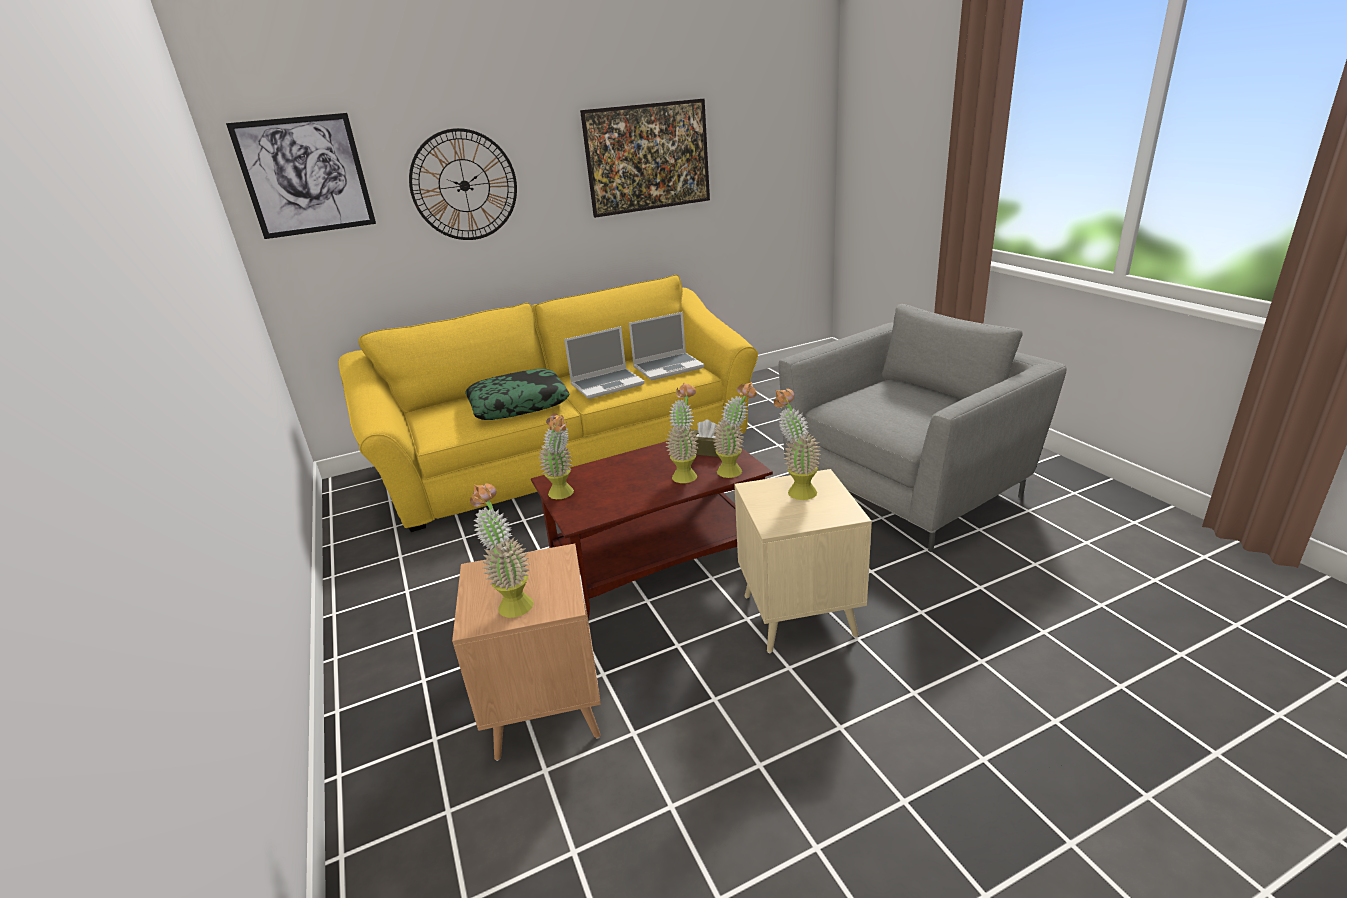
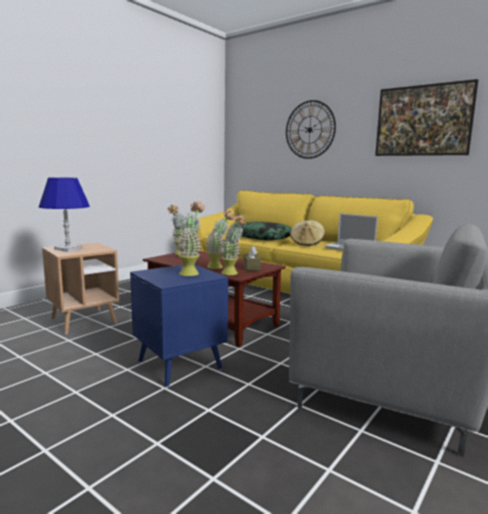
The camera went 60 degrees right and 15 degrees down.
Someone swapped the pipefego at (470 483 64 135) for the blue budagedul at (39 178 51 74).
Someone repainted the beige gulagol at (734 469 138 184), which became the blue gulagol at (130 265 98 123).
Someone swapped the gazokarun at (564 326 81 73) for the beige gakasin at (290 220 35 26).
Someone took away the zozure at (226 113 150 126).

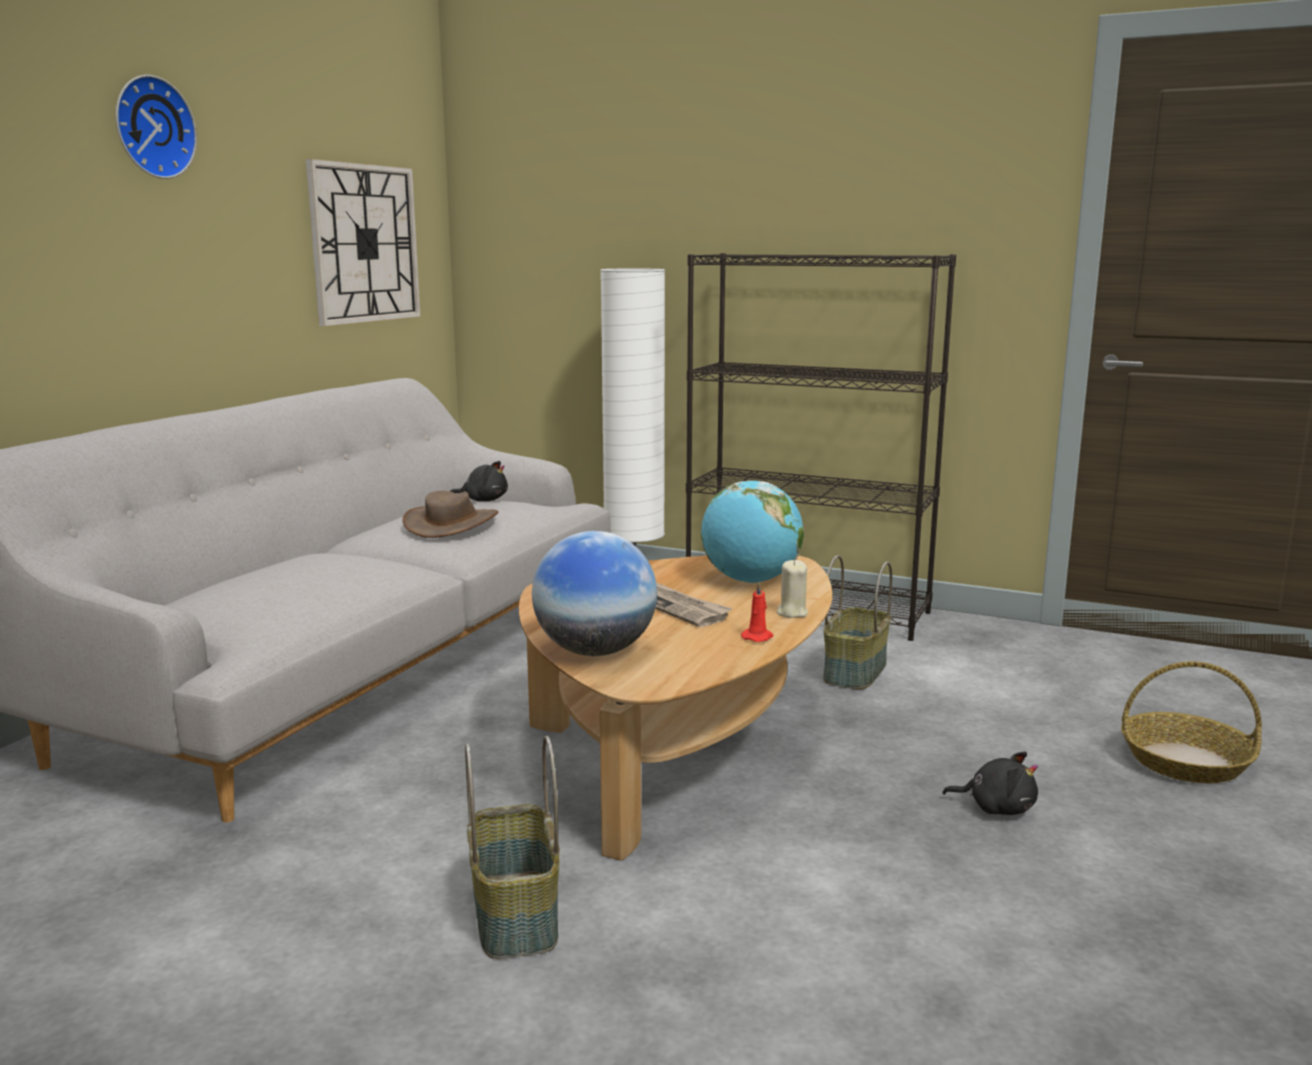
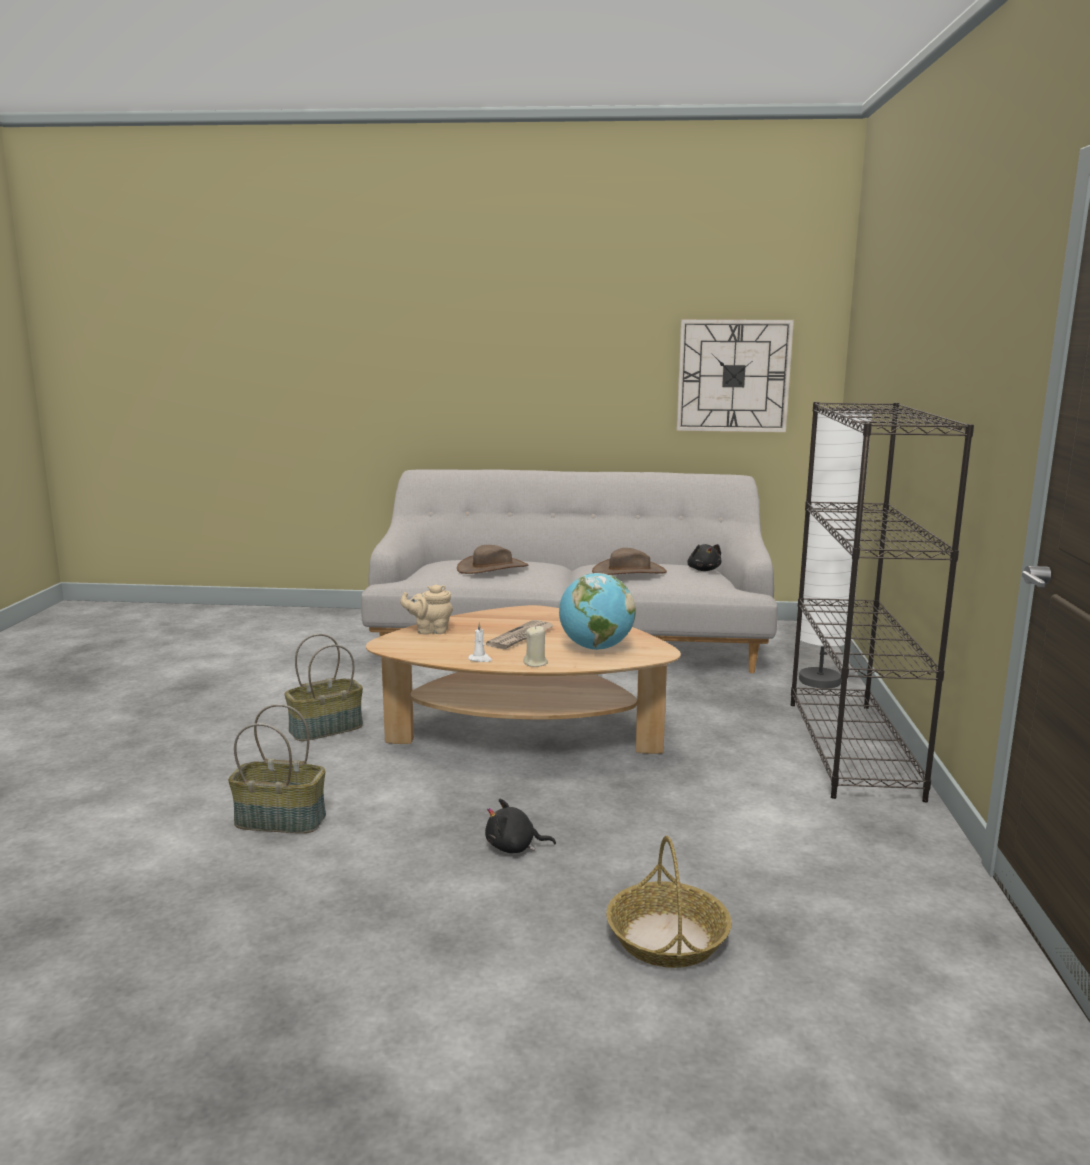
The camera went 70 degrees right and 0 degrees up.
Someone carried the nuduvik from (823 555 69 135) to (228 704 98 129).
Someone swapped the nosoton at (532 531 125 125) for the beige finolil at (400 585 53 50).
Someone put down the brown gakasin at (457 545 71 29).
Someone repainted the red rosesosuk at (741 582 33 60), which became the white rosesosuk at (468 622 24 40).
Someone rotated the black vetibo at (942 751 96 64) by 90 degrees clockwise.
Someone took away the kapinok at (116 75 81 104).

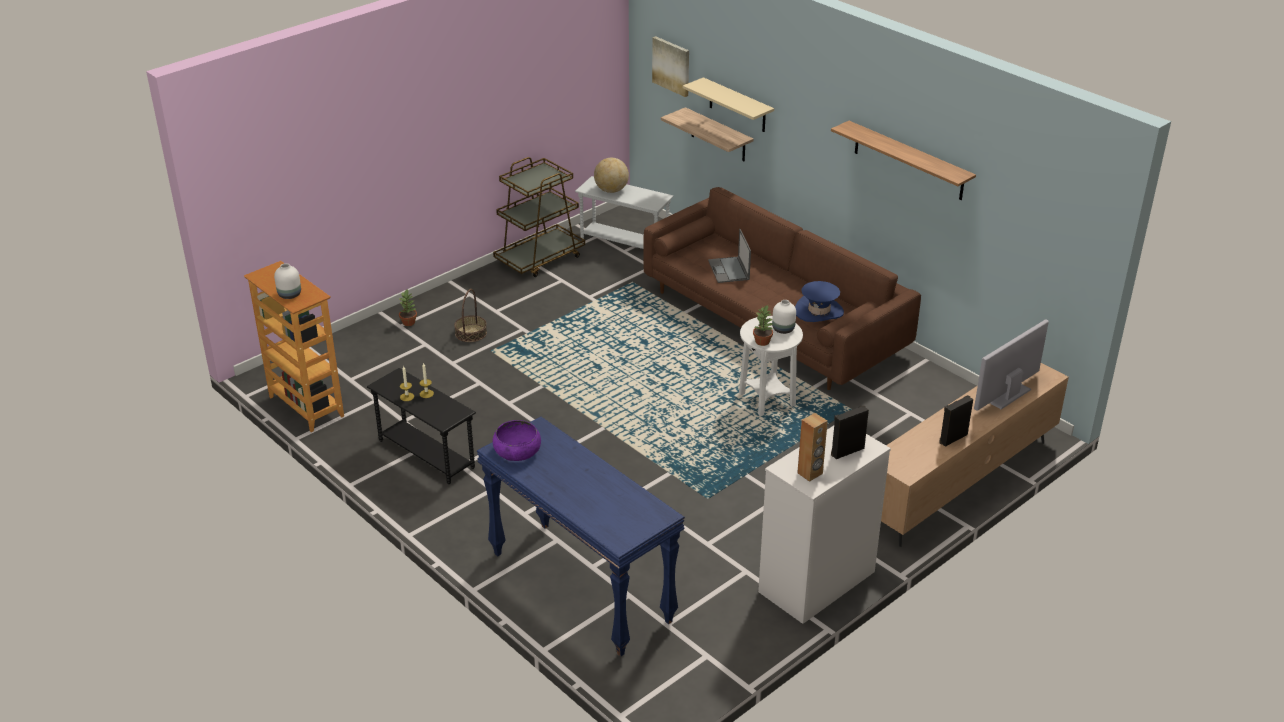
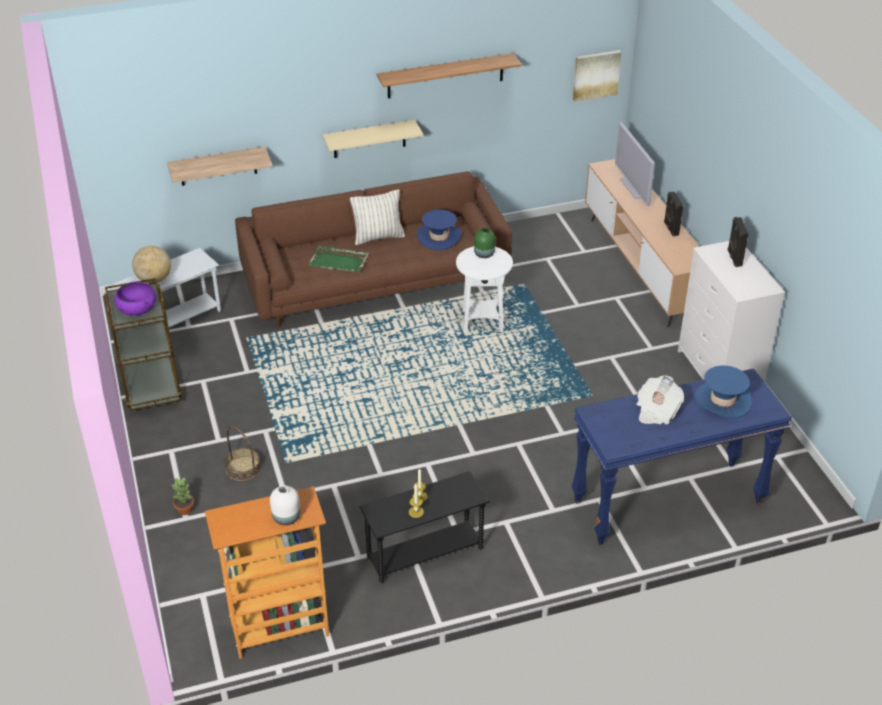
The camera went 65 degrees left and 5 degrees up.
Someone carried the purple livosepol from (492 420 49 41) to (115 282 41 34).
Someone swapped the gazokarun at (708 229 43 54) for the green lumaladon at (308 246 61 26).
Someone carried the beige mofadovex from (683 77 91 55) to (322 120 101 38).
Someone put down the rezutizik at (350 189 55 56).
Someone repainted the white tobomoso at (772 300 24 34), which became the green tobomoso at (474 228 21 30).
Someone carried the zozure from (652 36 37 61) to (573 50 49 52).
Someone put down the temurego at (636 375 48 49).
Someone put down the blue gakasin at (695 365 57 53).
Someone took away the pipefego at (753 305 20 41).
Someone took away the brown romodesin at (797 413 31 69).

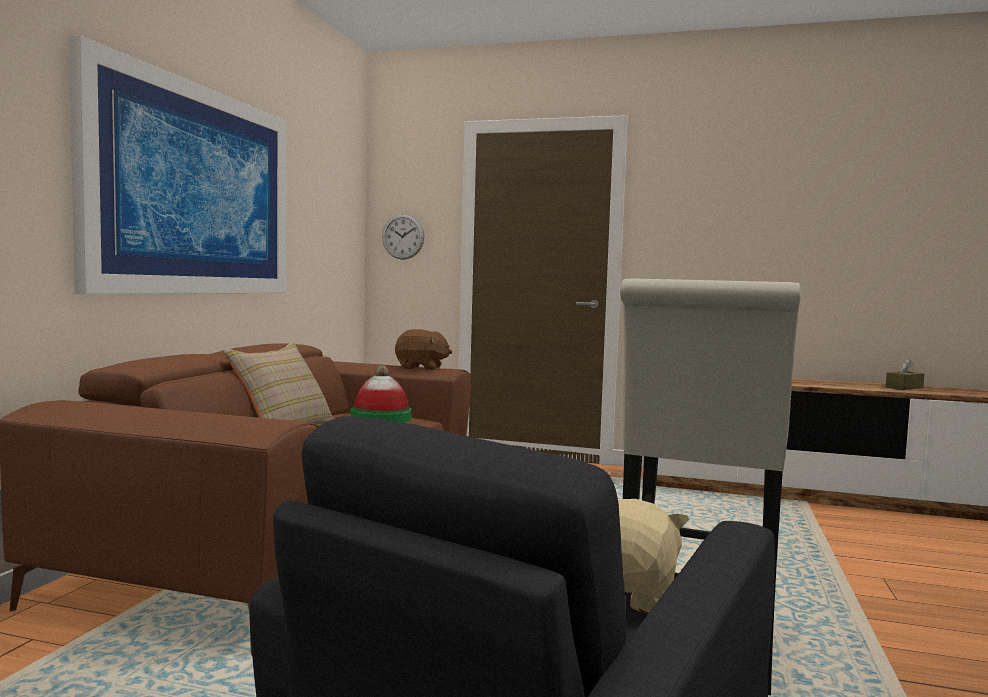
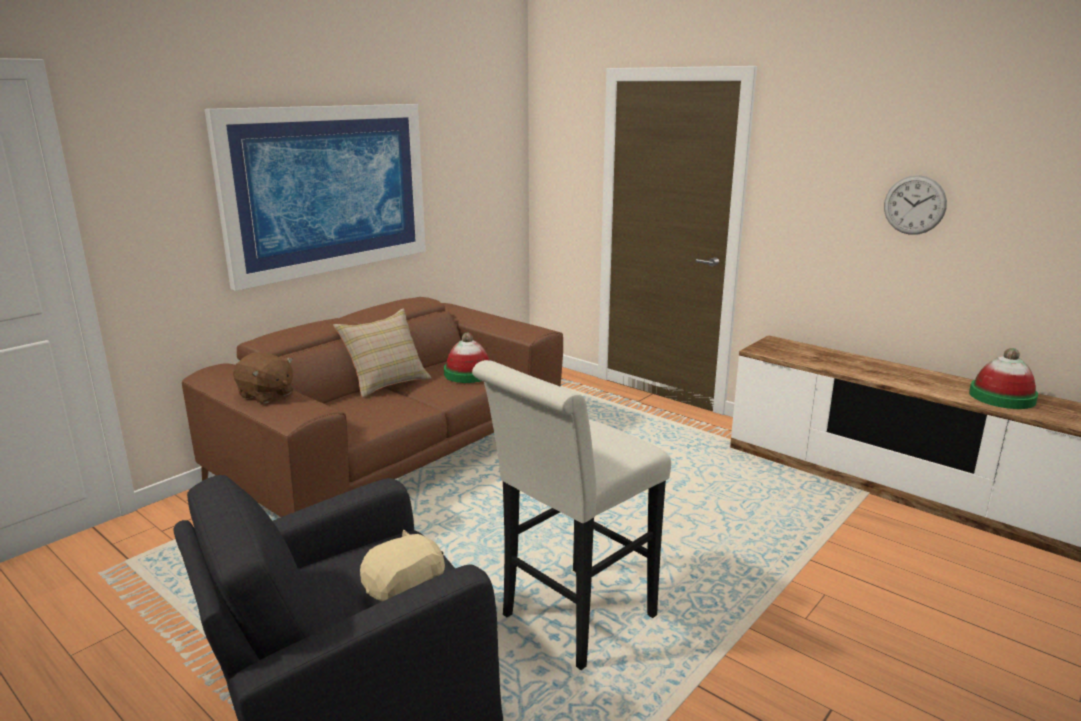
The camera went 25 degrees right and 15 degrees up.
Someone carried the brown vetibo from (395 329 57 41) to (233 352 60 52).
Someone carried the kapinok from (382 214 42 46) to (884 175 63 60).
Someone swapped the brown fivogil at (886 358 39 32) for the gakasin at (969 348 69 61).

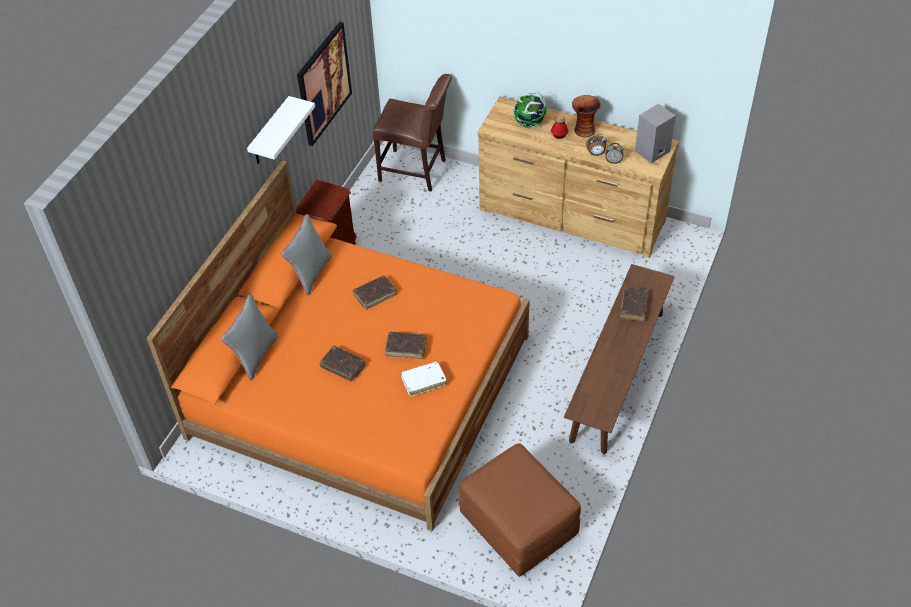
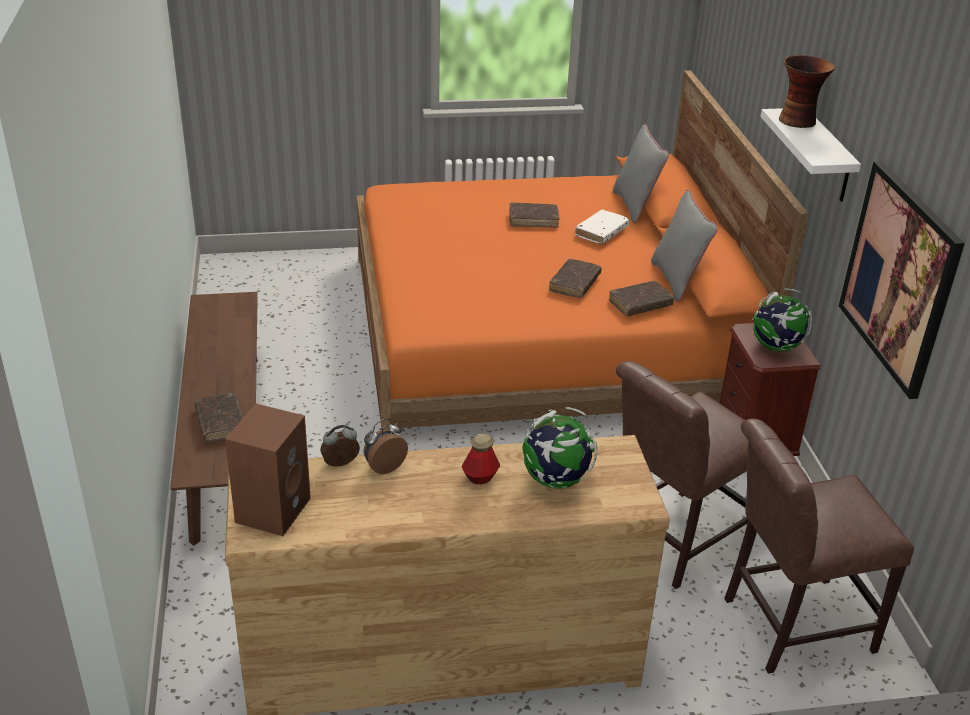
The camera went 145 degrees right and 15 degrees down.
Someone repainted the grey romodesin at (635 104 41 59), which became the brown romodesin at (225 404 86 132).
Someone carried the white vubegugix from (401 362 45 34) to (575 210 54 34).
Someone carried the brown vubegugix from (385 331 41 28) to (609 281 65 35).
Someone put down the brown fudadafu at (616 361 132 228).
Someone put down the nosoton at (752 288 60 63).
Someone carried the tobomoso from (572 95 29 42) to (779 55 56 73).
Someone took away the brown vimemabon at (459 443 122 134).

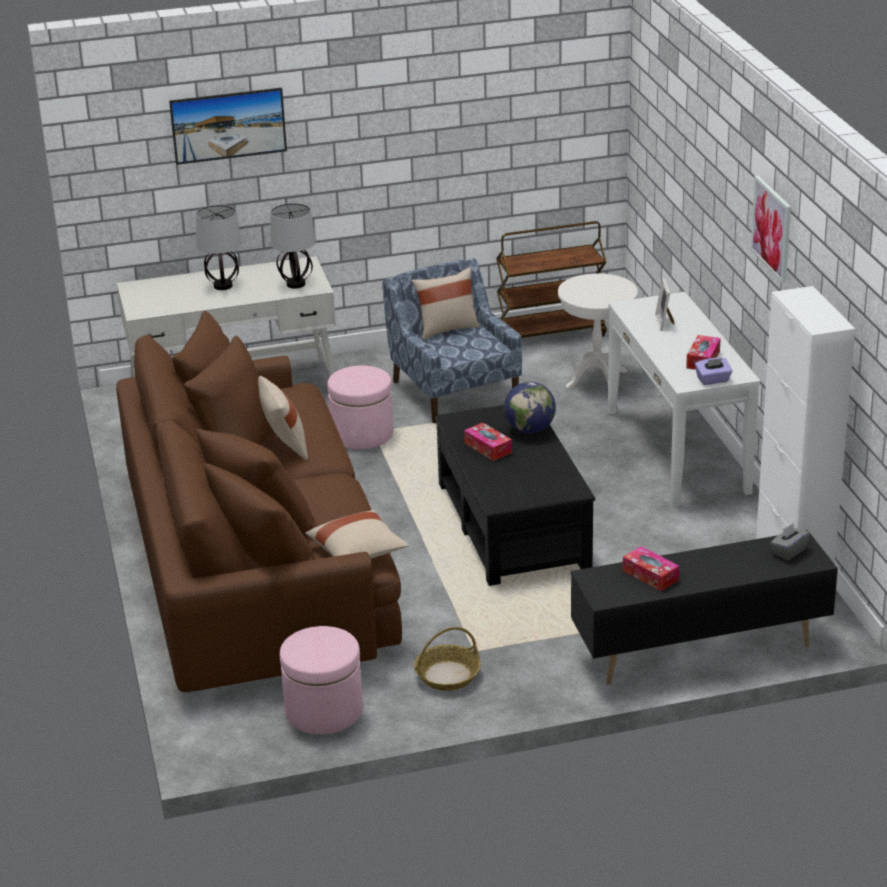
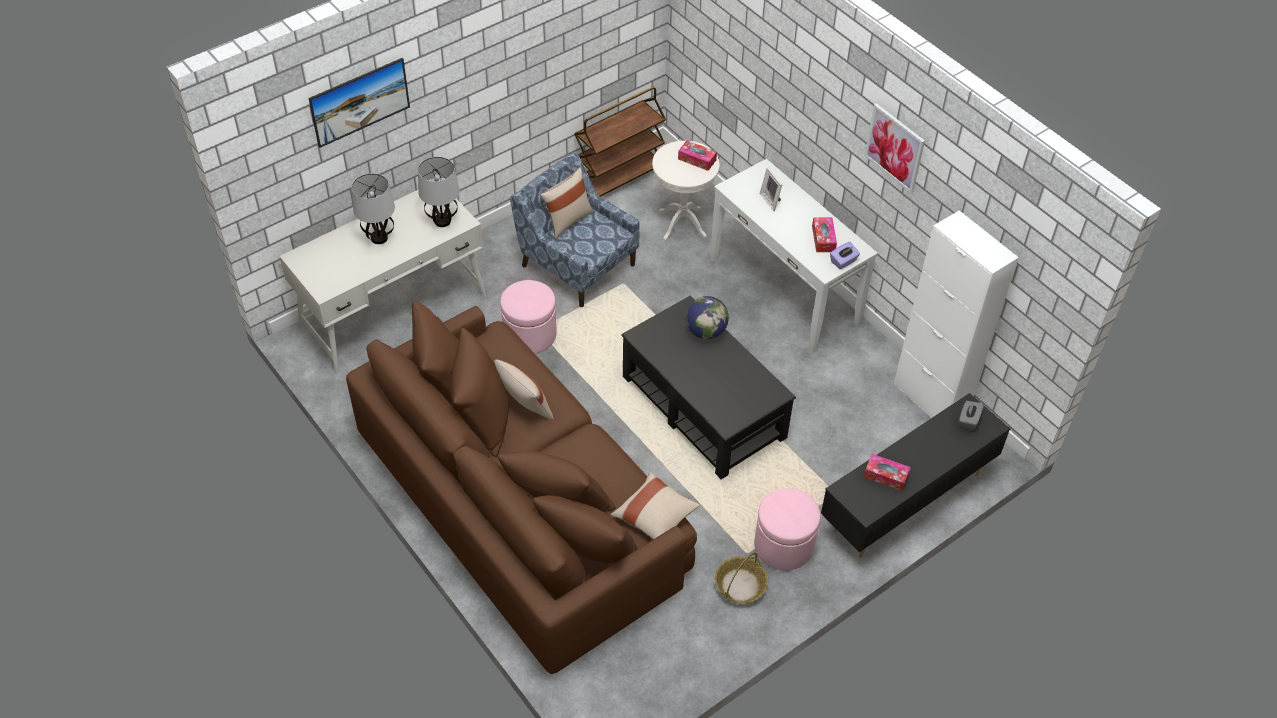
The camera went 25 degrees left and 20 degrees up.
Someone carried the fivogil from (464 422 48 39) to (678 140 39 31).
Someone carried the pink vimemabon from (280 626 83 108) to (754 488 66 82).

